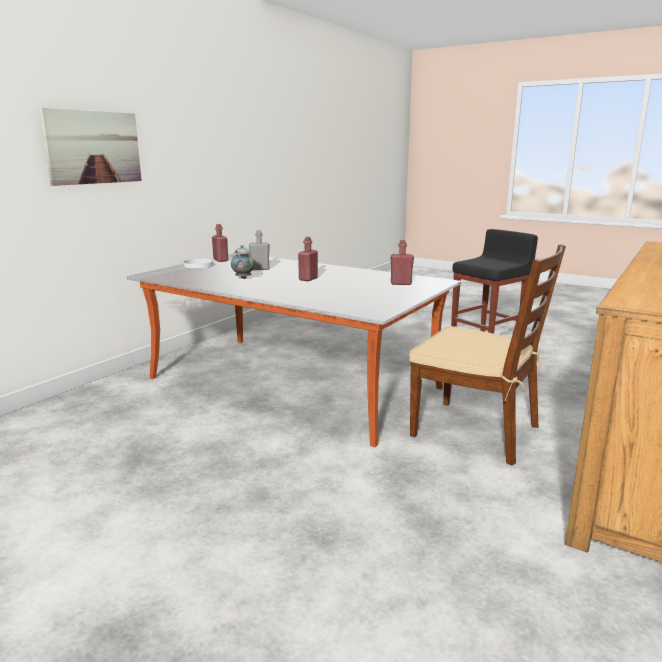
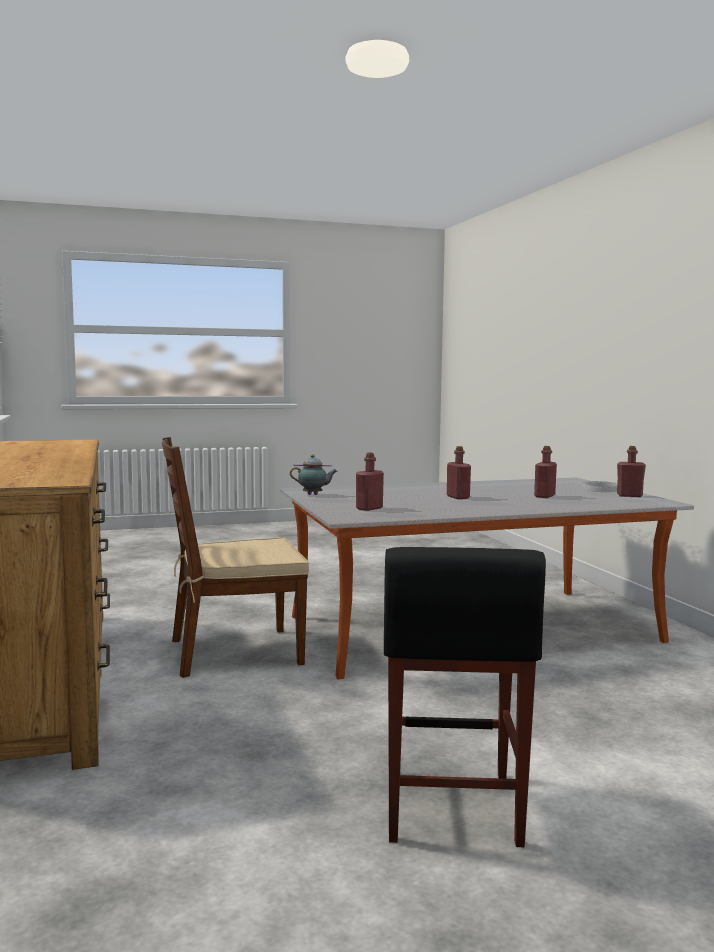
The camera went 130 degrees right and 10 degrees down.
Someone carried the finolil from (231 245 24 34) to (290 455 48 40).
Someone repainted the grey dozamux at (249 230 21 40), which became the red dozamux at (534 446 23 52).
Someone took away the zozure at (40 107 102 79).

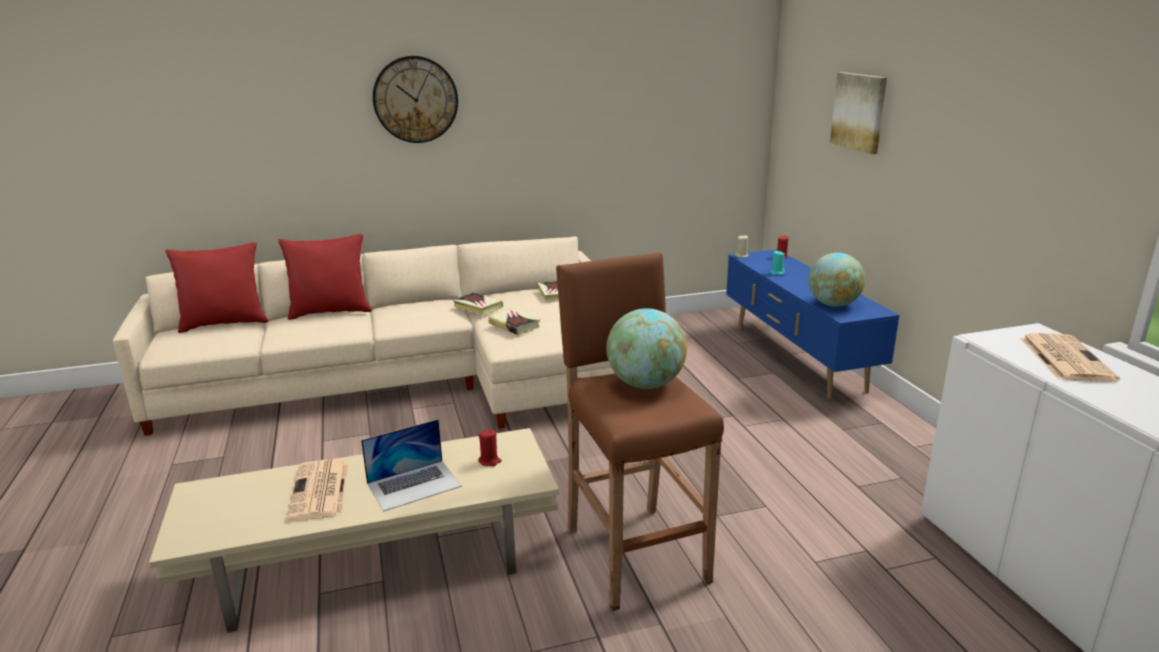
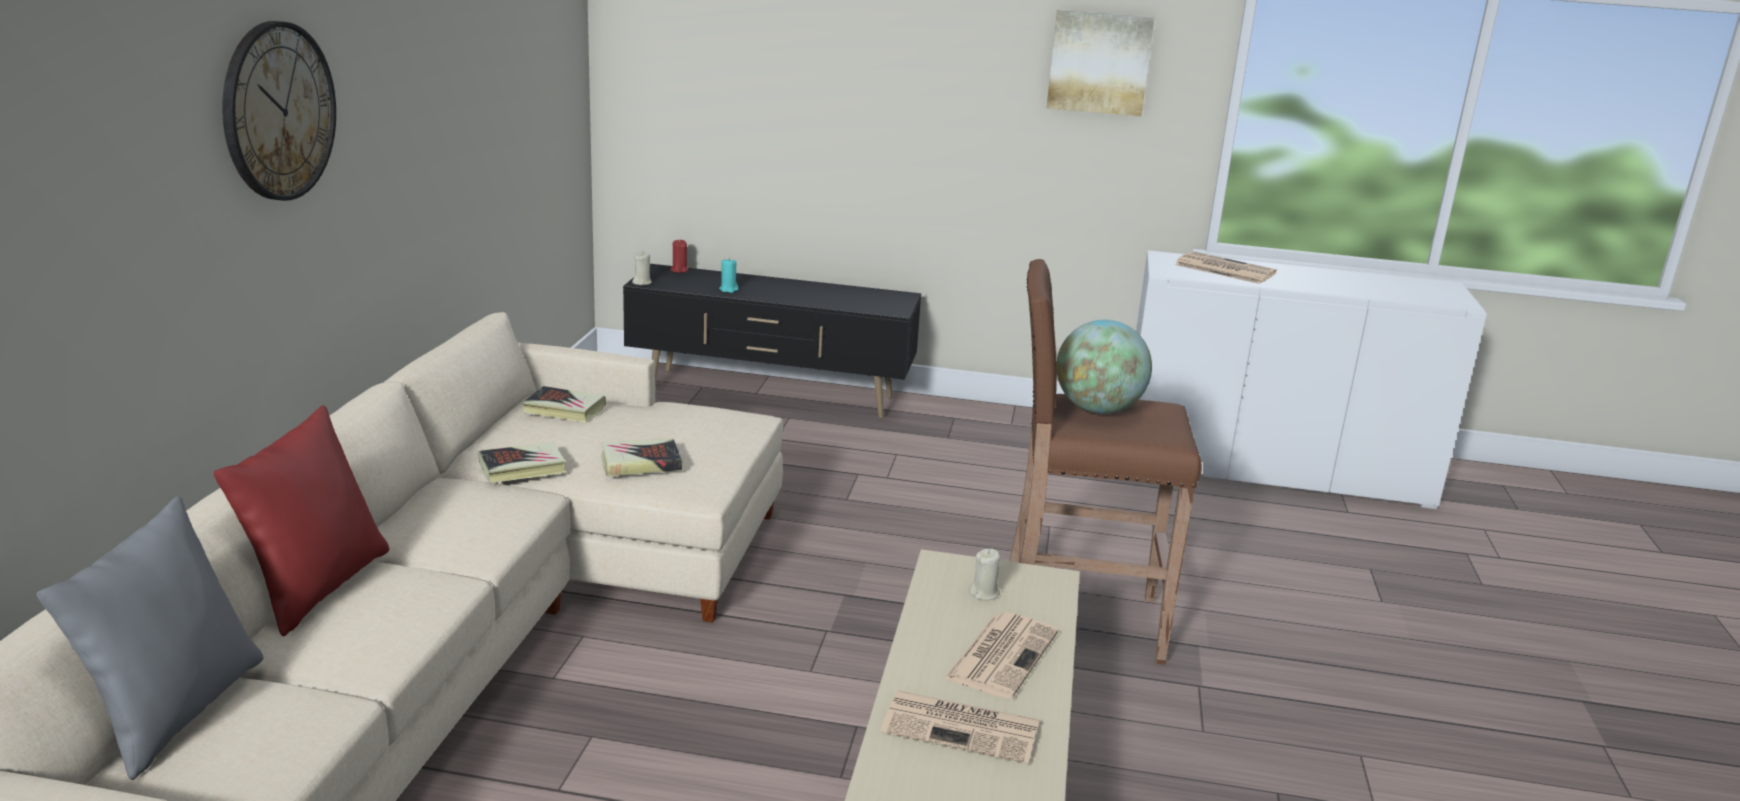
The camera went 65 degrees left and 0 degrees up.
Someone repainted the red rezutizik at (165 242 103 91), which became the grey rezutizik at (37 496 227 284).
Someone repainted the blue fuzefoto at (726 250 173 149), which became the black fuzefoto at (623 264 298 154).
Someone swapped the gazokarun at (361 419 101 93) for the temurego at (944 612 114 87).
Someone repainted the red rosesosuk at (478 429 24 37), which became the beige rosesosuk at (969 549 31 51).
Someone carried the zozure from (830 72 57 82) to (1046 10 109 107).
Someone took away the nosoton at (809 253 56 54).

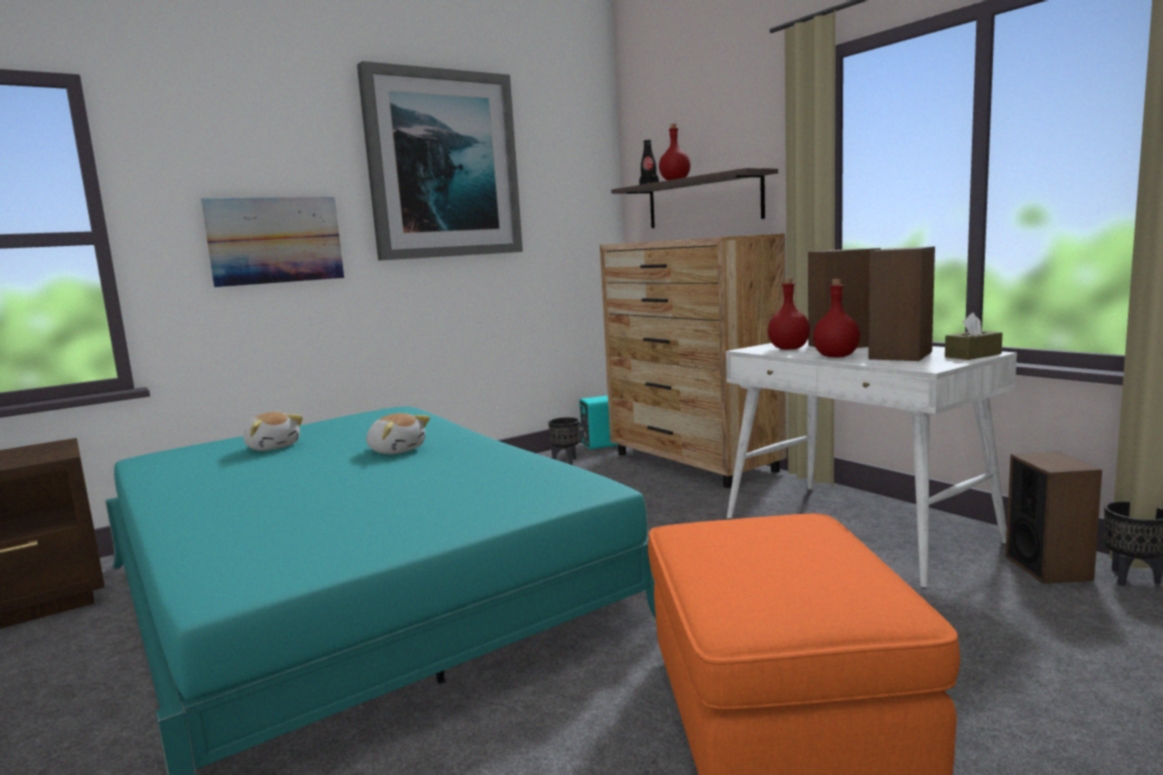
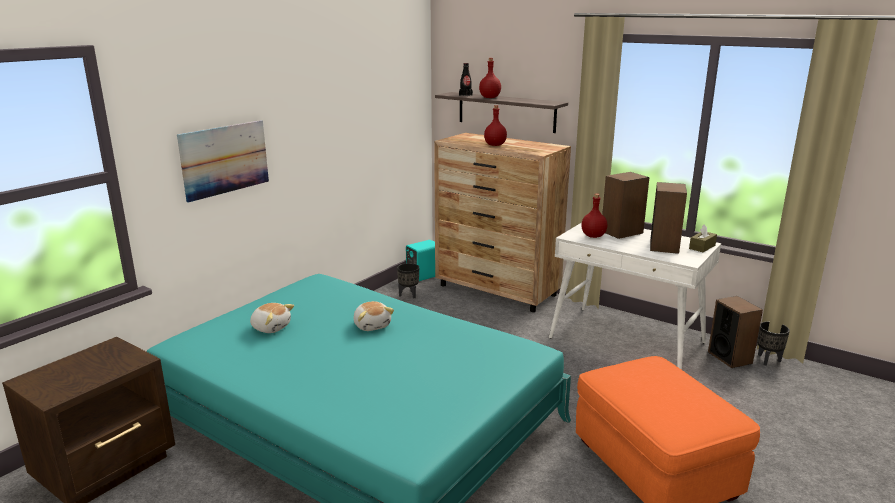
The camera went 20 degrees left and 10 degrees up.
Someone rotated the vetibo at (366 413 64 41) by 45 degrees clockwise.
Someone carried the red dozamux from (813 279 47 78) to (484 105 23 41).
Someone took away the zozure at (357 61 166 200).

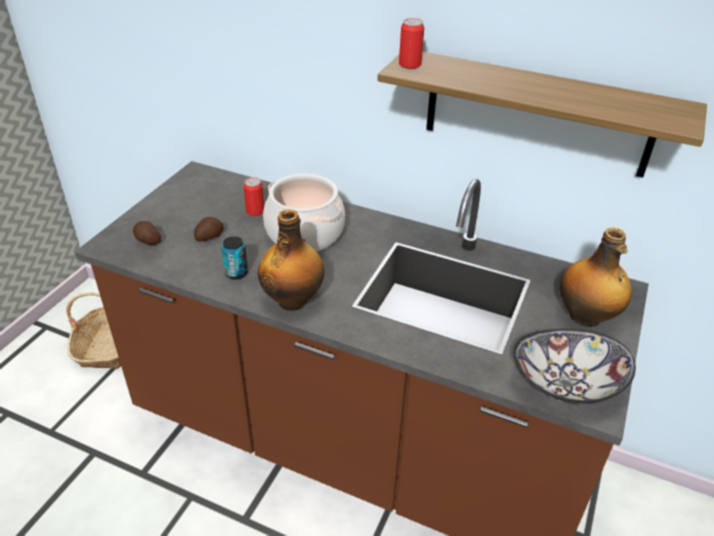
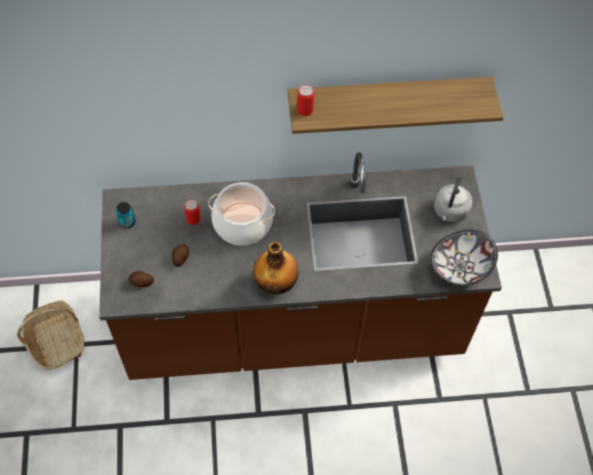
The camera went 30 degrees left and 20 degrees up.
Someone carried the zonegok from (221 236 27 44) to (116 202 20 26).
Someone swapped the dozamux at (560 228 72 99) for the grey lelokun at (434 177 39 45).

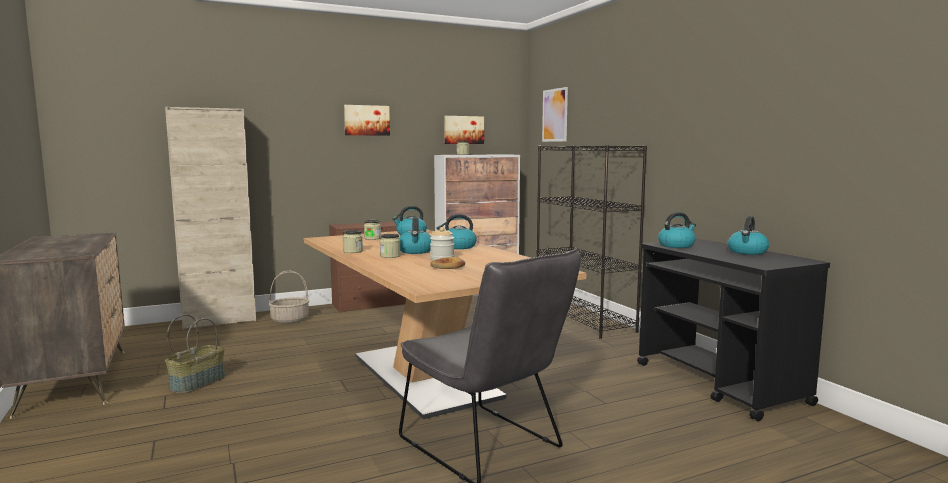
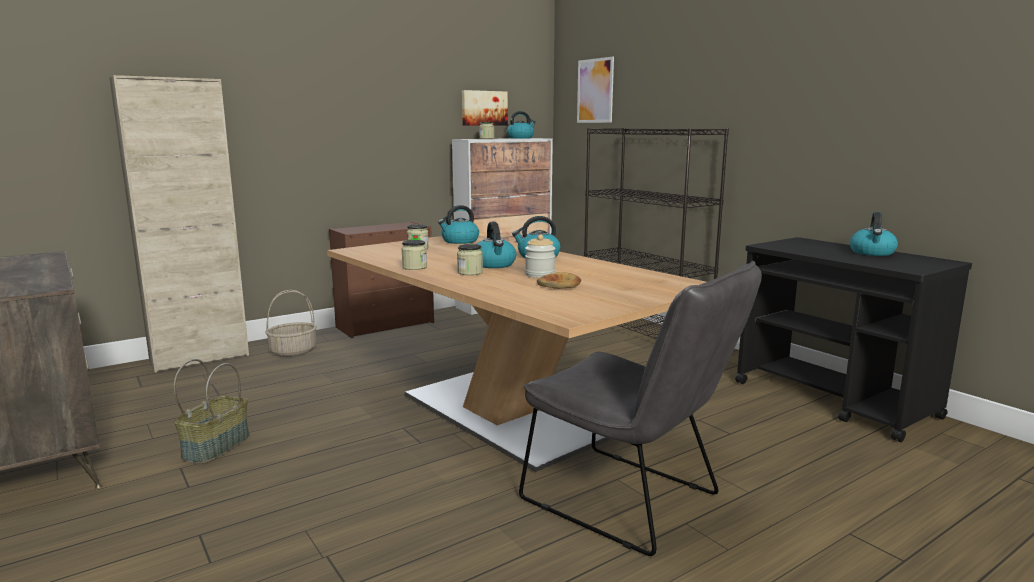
The camera went 10 degrees left and 5 degrees up.
Someone carried the lelokun from (658 212 38 36) to (506 111 30 28).
Someone took away the zozure at (344 105 46 31).

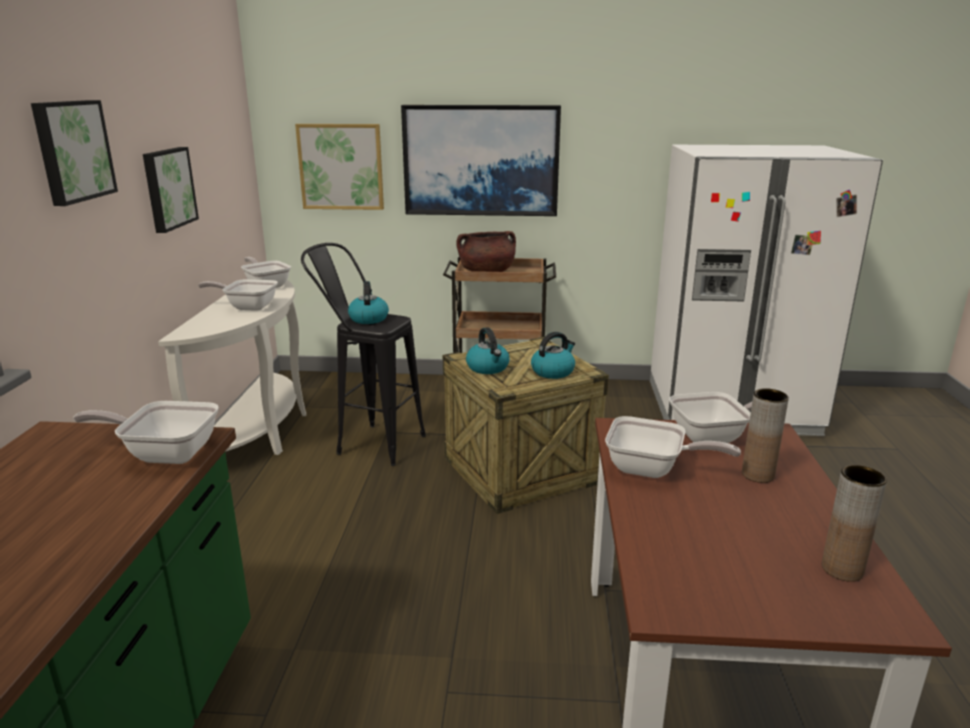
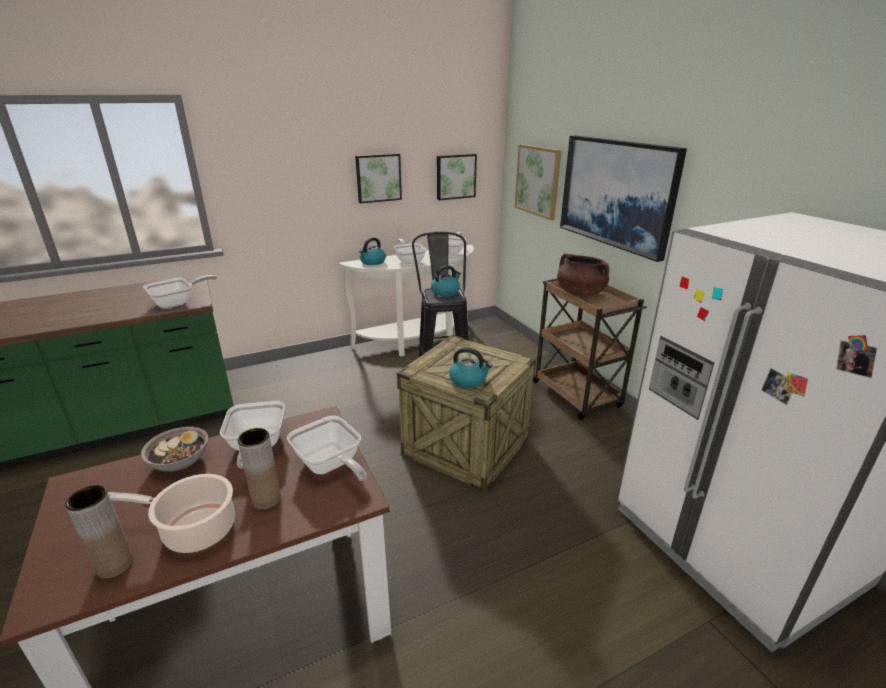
The camera went 60 degrees right and 5 degrees up.
Someone put down the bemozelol at (108 474 127 79).
Someone put down the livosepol at (141 427 67 45).
Someone rotated the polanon at (73 401 146 63) by 75 degrees clockwise.
Someone carried the lelokun from (466 327 44 47) to (359 237 27 28).
Someone carried the zozure from (31 100 87 106) to (437 154 40 47).

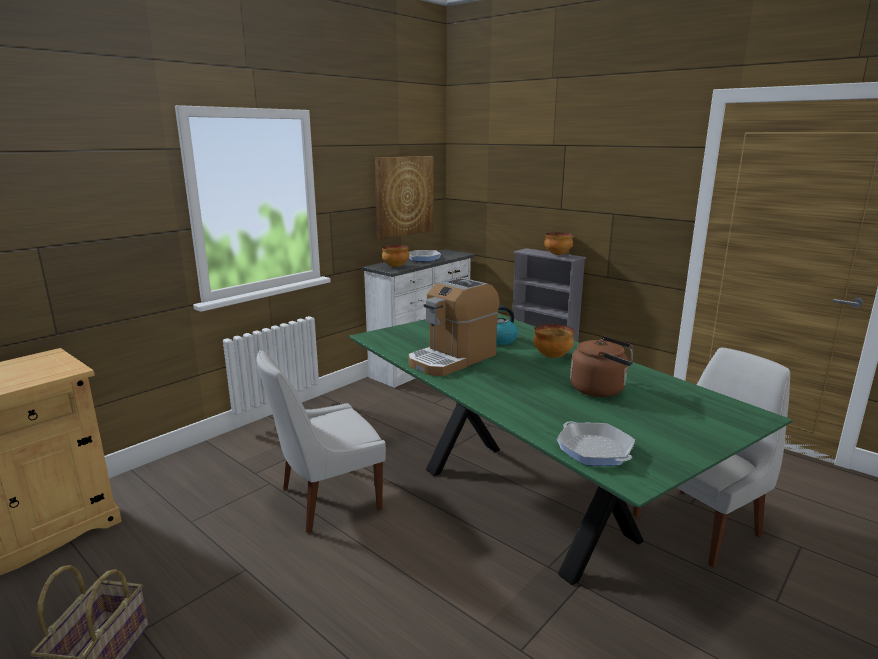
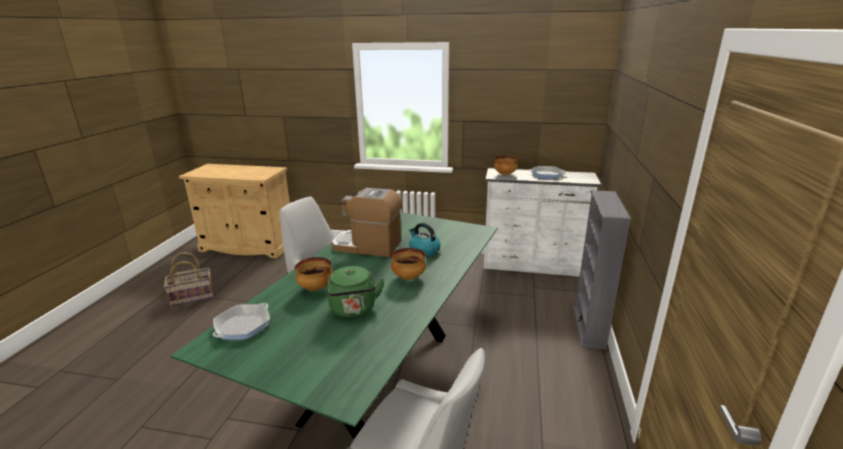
The camera went 60 degrees right and 5 degrees up.
Someone carried the livosepol from (544 232 30 23) to (295 257 38 34).
Someone repainted the brown lelokun at (570 336 63 61), which became the green lelokun at (327 266 57 52).
Someone took away the zozure at (375 156 59 83).

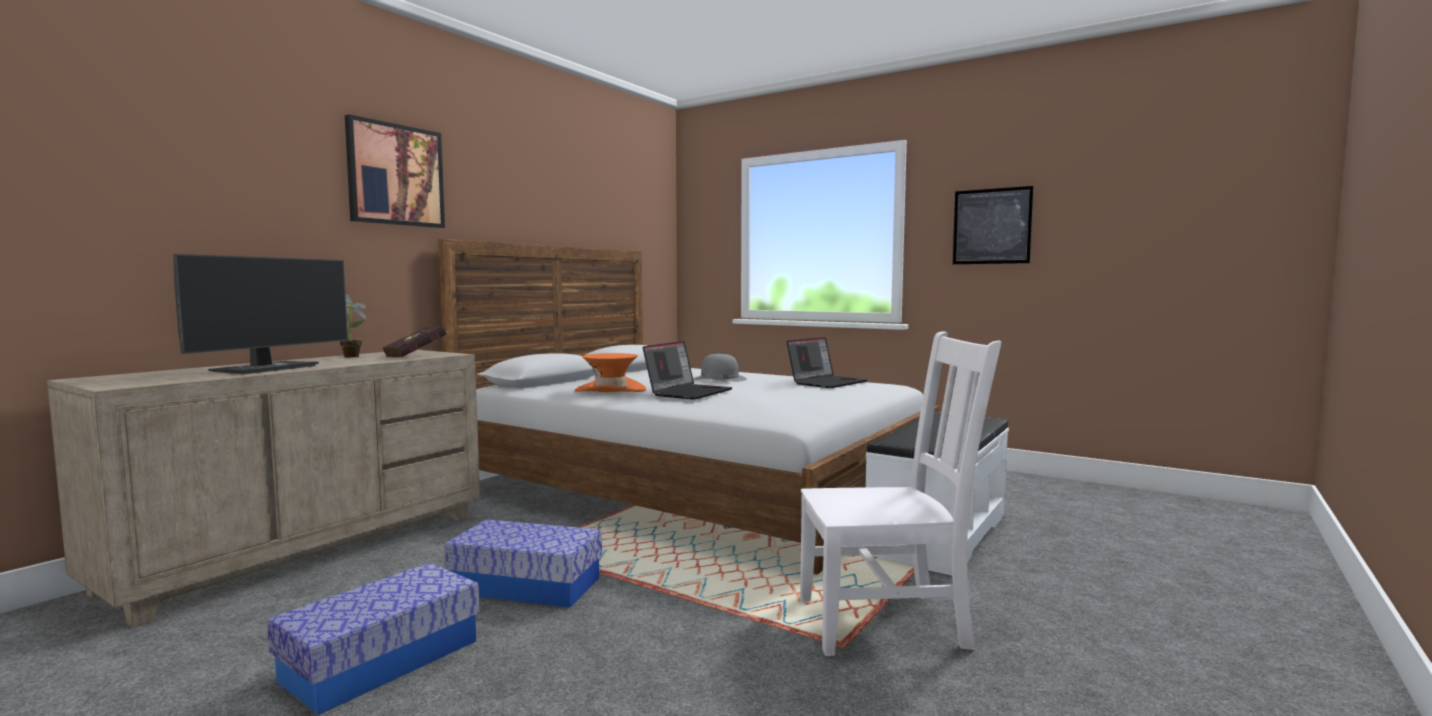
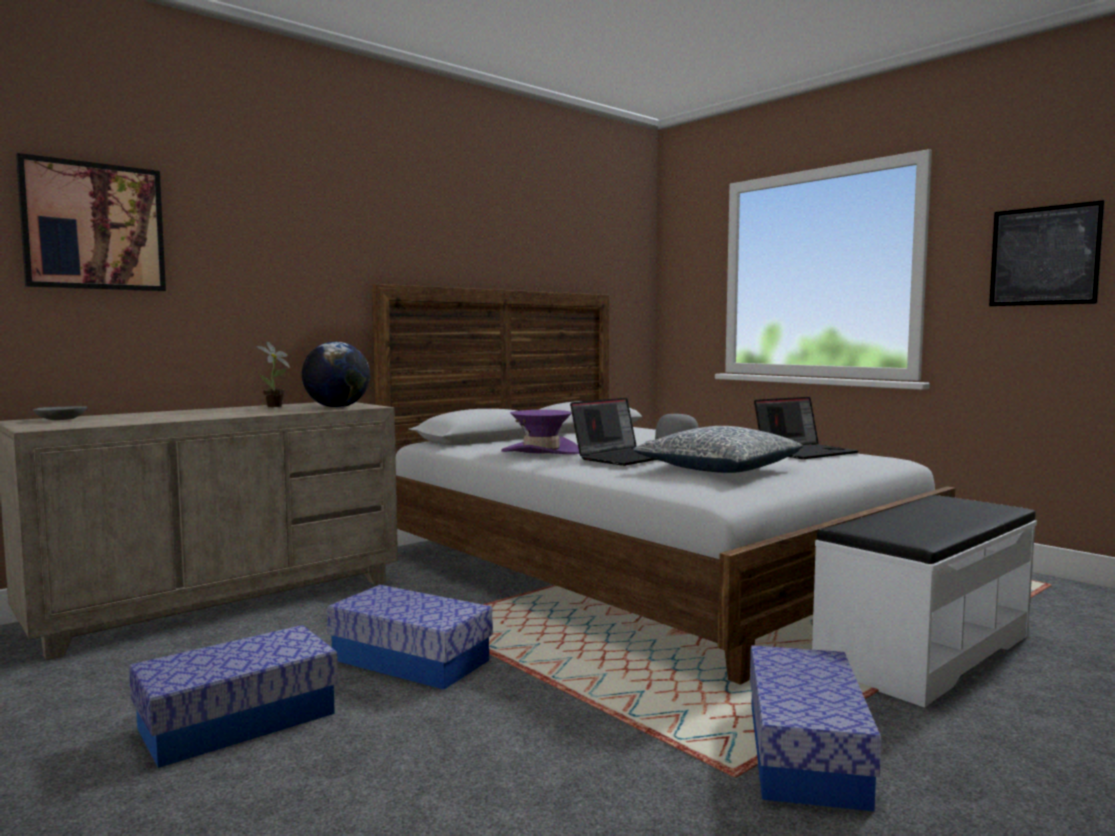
The camera went 15 degrees right and 0 degrees up.
Someone carried the zozure from (345 114 100 114) to (16 153 150 138).
Someone put down the grey livosepol at (33 406 54 14).
Someone swapped the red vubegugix at (382 326 66 31) for the nosoton at (302 342 68 66).
Someone repainted the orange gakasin at (575 353 71 39), which became the purple gakasin at (501 410 78 44).
Someone put down the rezutizik at (634 426 169 47).
Someone swapped the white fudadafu at (800 331 202 325) for the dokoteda at (750 645 132 166).
Someone took away the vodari at (173 254 175 120).

